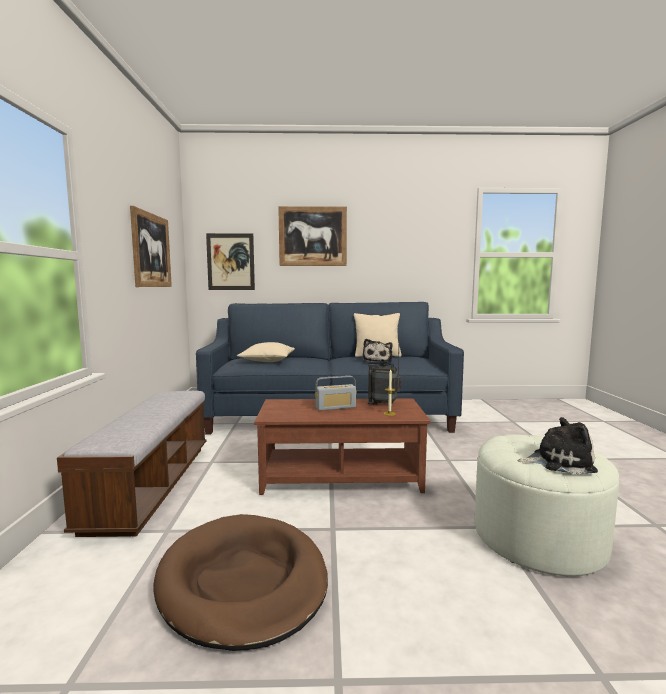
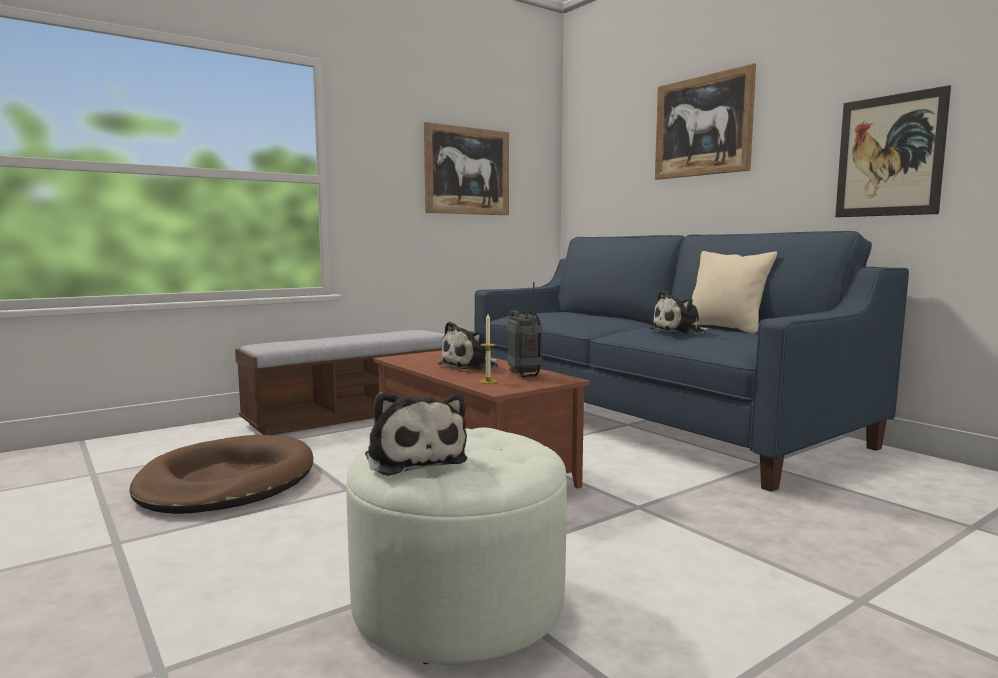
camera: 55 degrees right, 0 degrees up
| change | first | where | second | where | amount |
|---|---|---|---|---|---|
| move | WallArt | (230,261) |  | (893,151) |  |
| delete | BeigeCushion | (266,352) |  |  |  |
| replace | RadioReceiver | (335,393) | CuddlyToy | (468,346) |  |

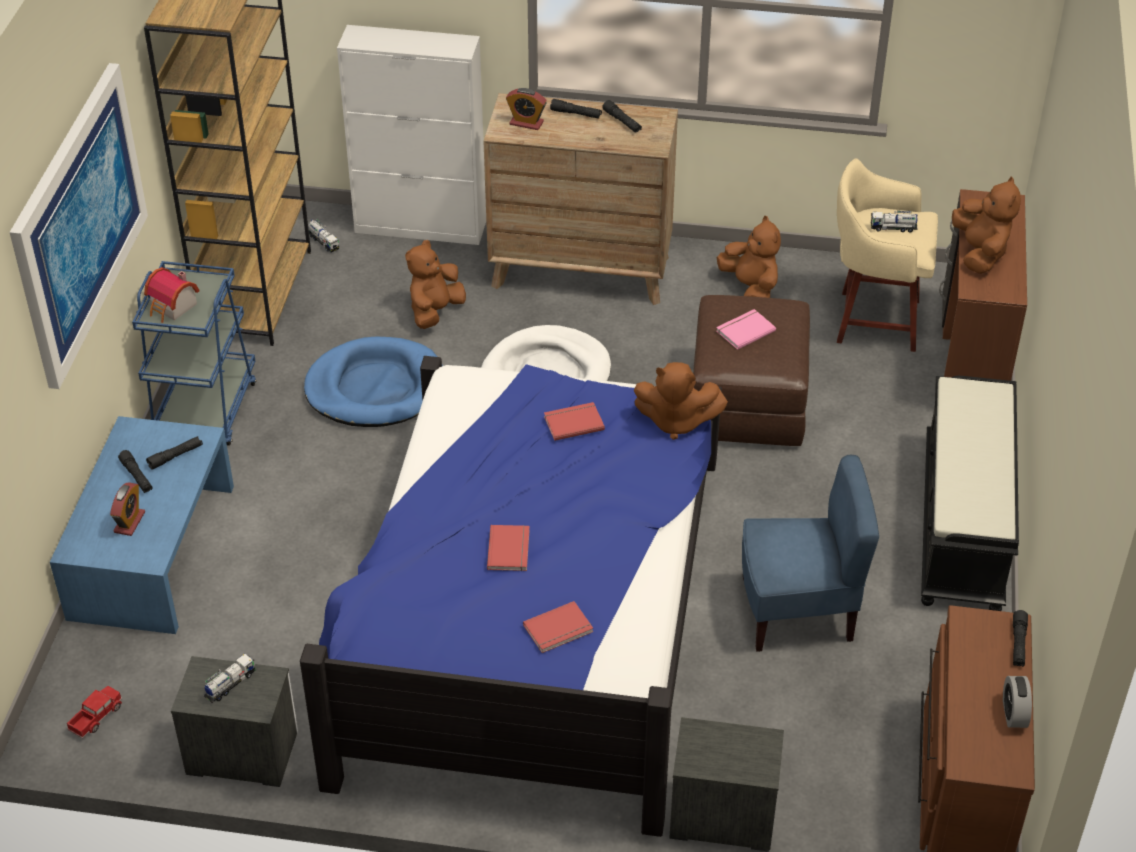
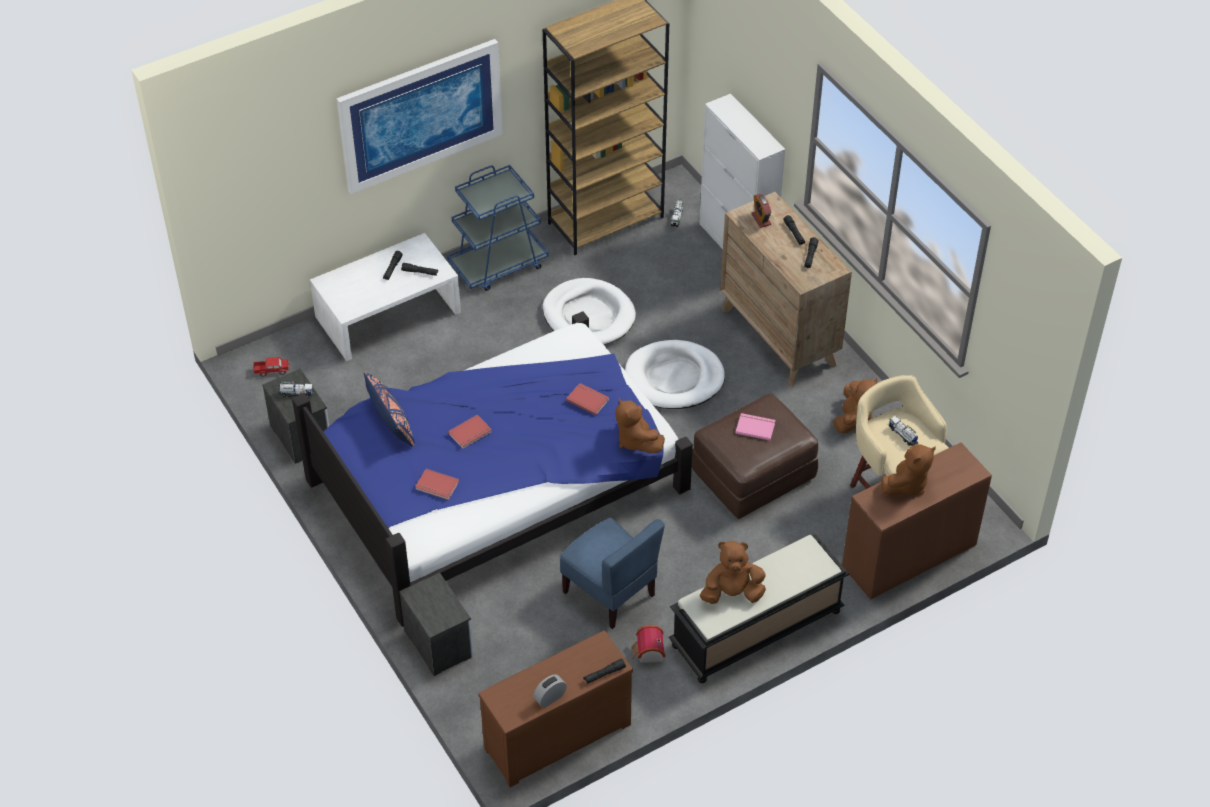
camera: 50 degrees right, 5 degrees up
| change | first | where | second | where | amount |
|---|---|---|---|---|---|
| recolor | BluishLowTable | (142,525) | WhiteColouredLowTable | (385,297) |  |
| delete | AlarmClock | (127,509) |  |  |  |
| move | ModelHouse | (171,295) |  | (648,644) |  |
| recolor | BluishPetBed | (373,382) | WhiteColouredPetBed | (589,311) |  |
| move | BrownCuddlyToy | (435,284) |  | (733,572) |  |
| insert |  |  | BluishCushion | (389,409) |  |

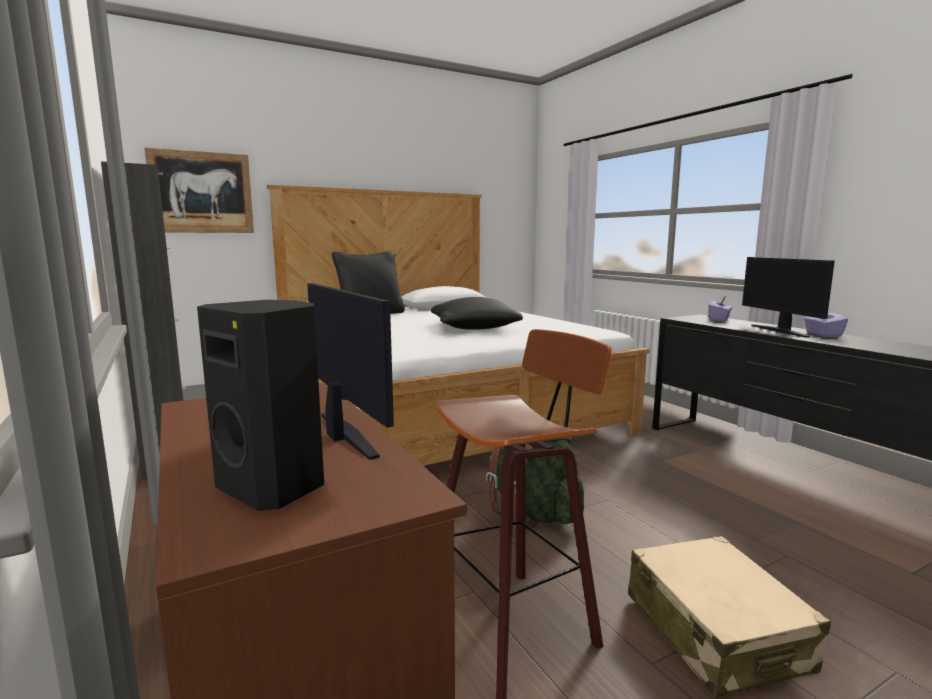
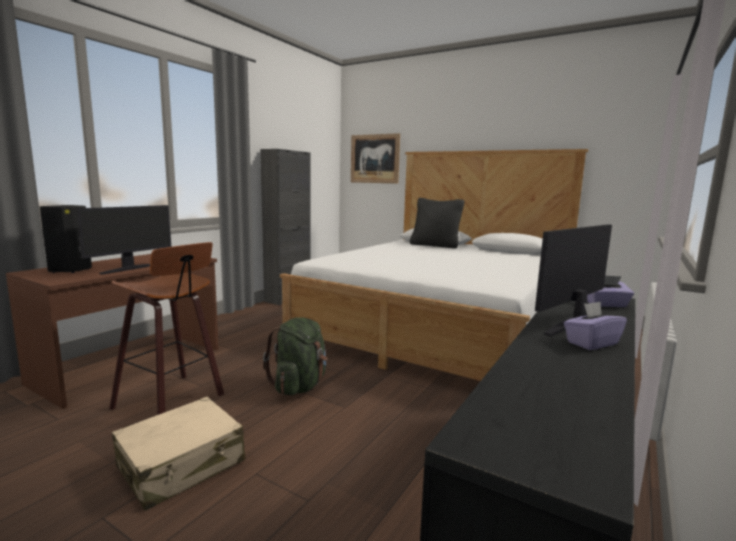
camera: 60 degrees right, 0 degrees up
| change | first | where | second | where | amount |
|---|---|---|---|---|---|
| delete | BlackCushion | (477,313) |  |  |  |

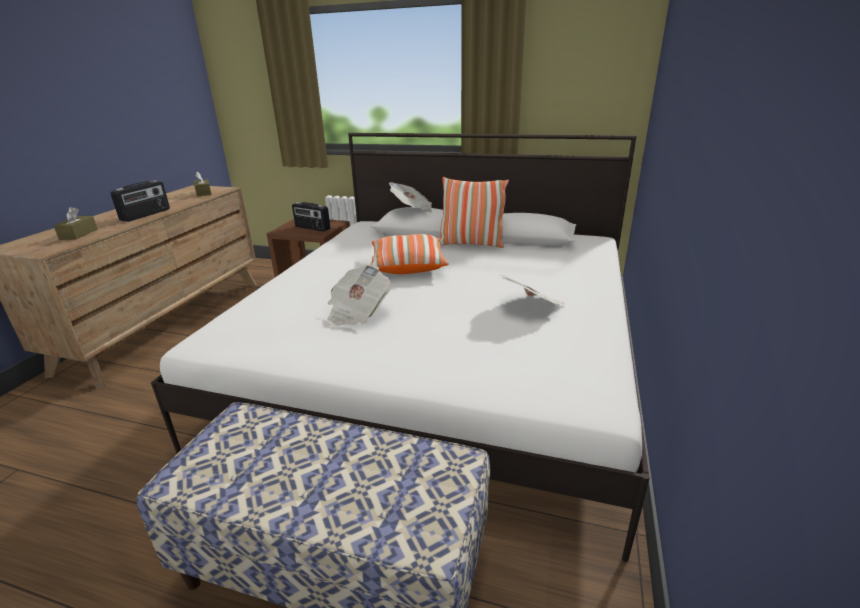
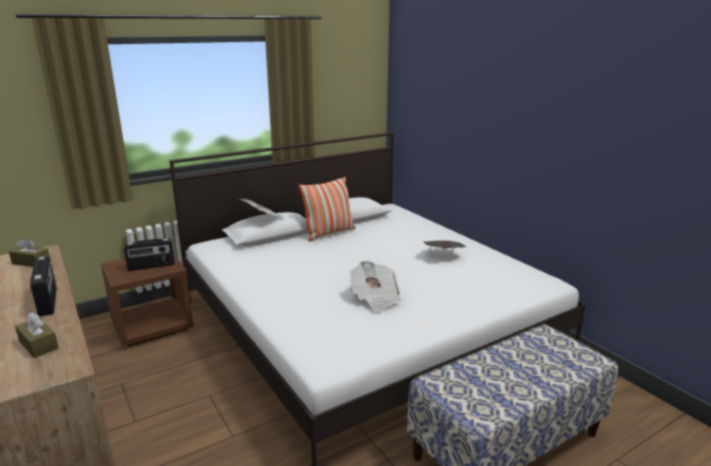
camera: 50 degrees left, 5 degrees down
| change | first | where | second | where | amount |
|---|---|---|---|---|---|
| delete | Cushion | (410,254) |  |  |  |

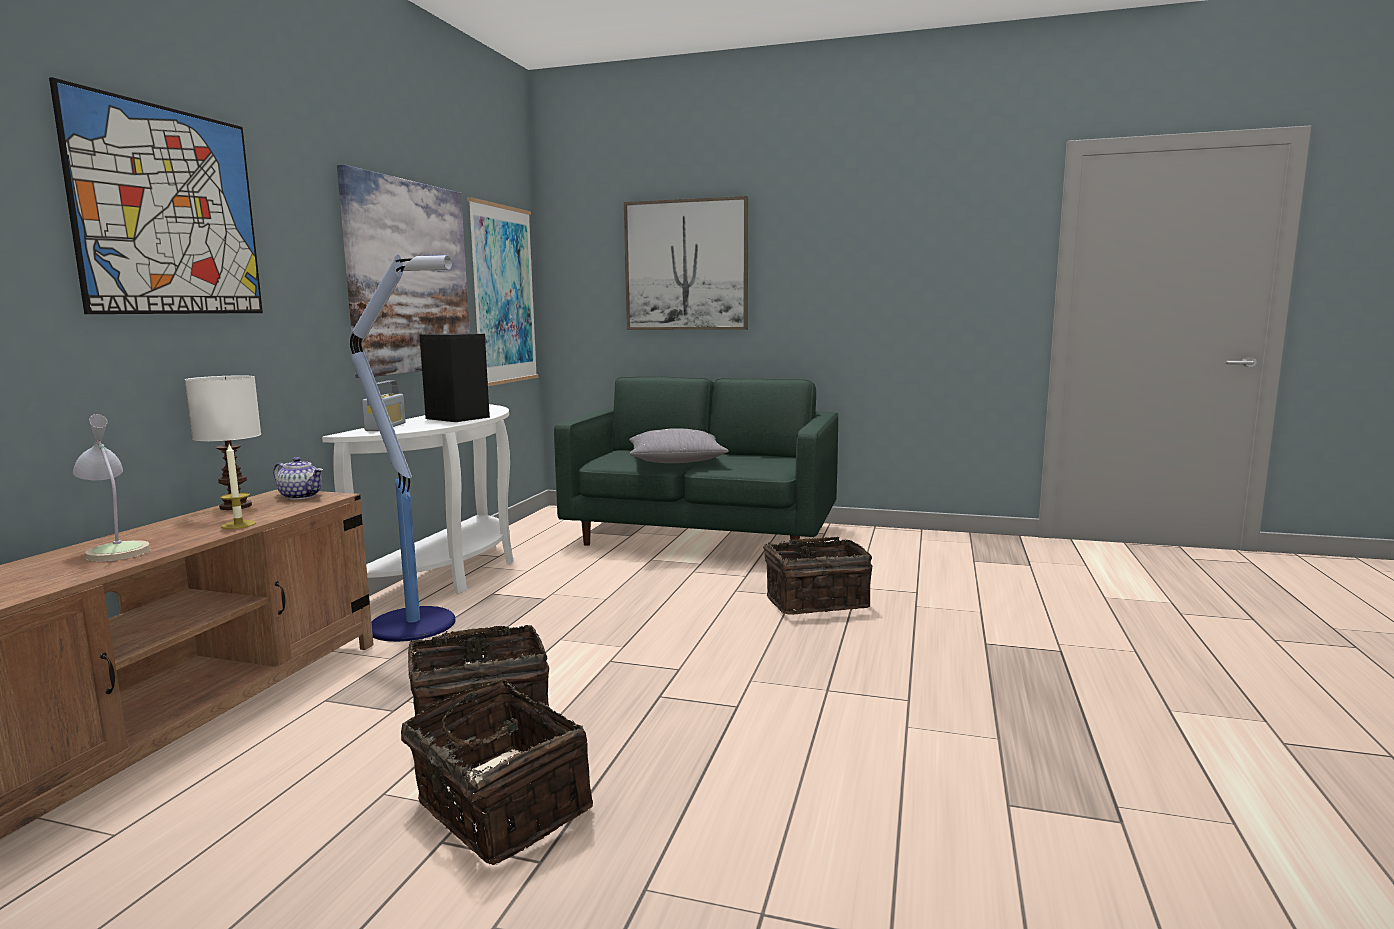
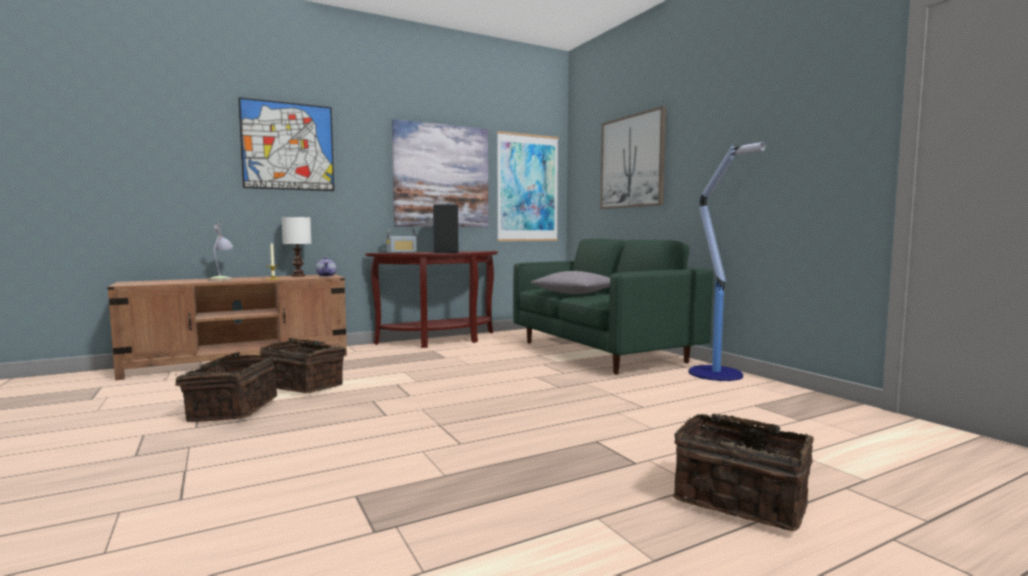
camera: 45 degrees right, 5 degrees down
| change | first | where | second | where | amount |
|---|---|---|---|---|---|
| recolor | WhiteColouredHallTable | (418,499) | BrownHallTable | (431,299) |  |
| move | FloorLamp | (402,448) |  | (727,261) |  |
| move | HouseholdBasket | (817,576) |  | (743,472) |  |

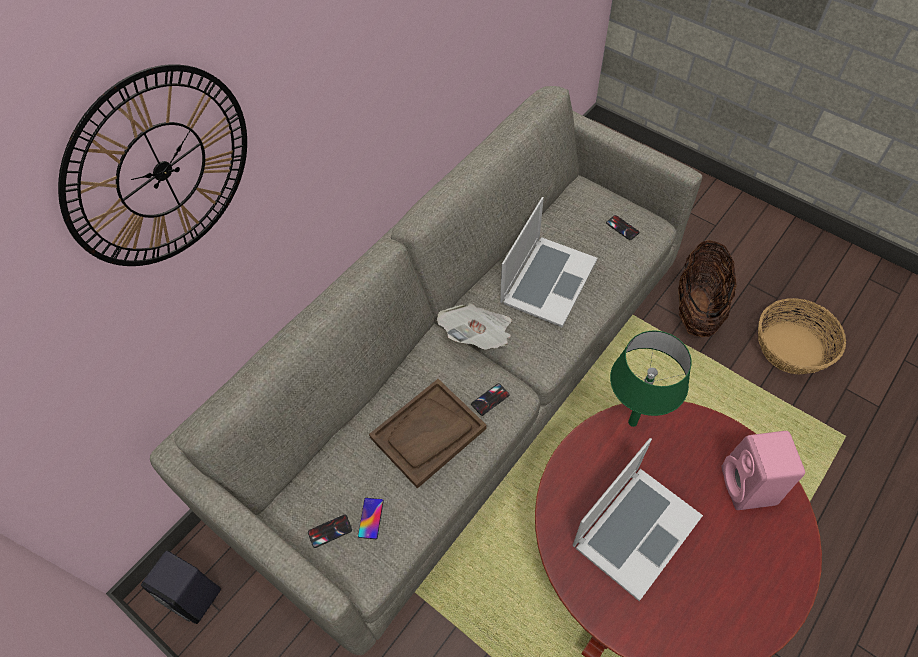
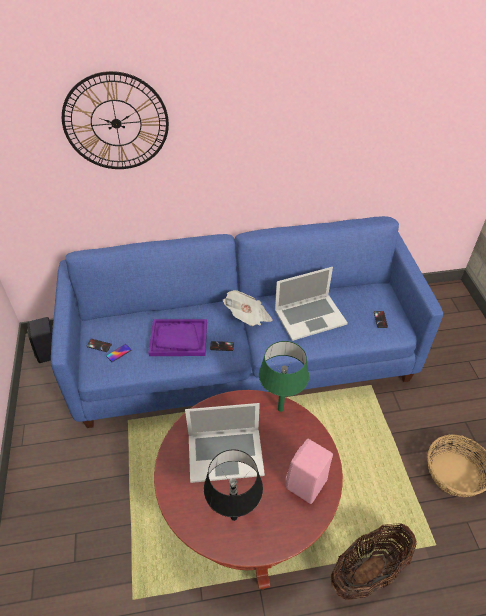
camera: 40 degrees right, 10 degrees down
| change | first | where | second | where | amount |
|---|---|---|---|---|---|
| recolor | GraySettee | (426,370) | BluishSettee | (247,322) |  |
| recolor | BrownServingTray | (428,434) | PurpleServingTray | (177,337) |  |
| move | HouseholdBasket | (707,288) |  | (374,561) |  |
| insert |  |  | BlackTableLamp | (233,485) |  |

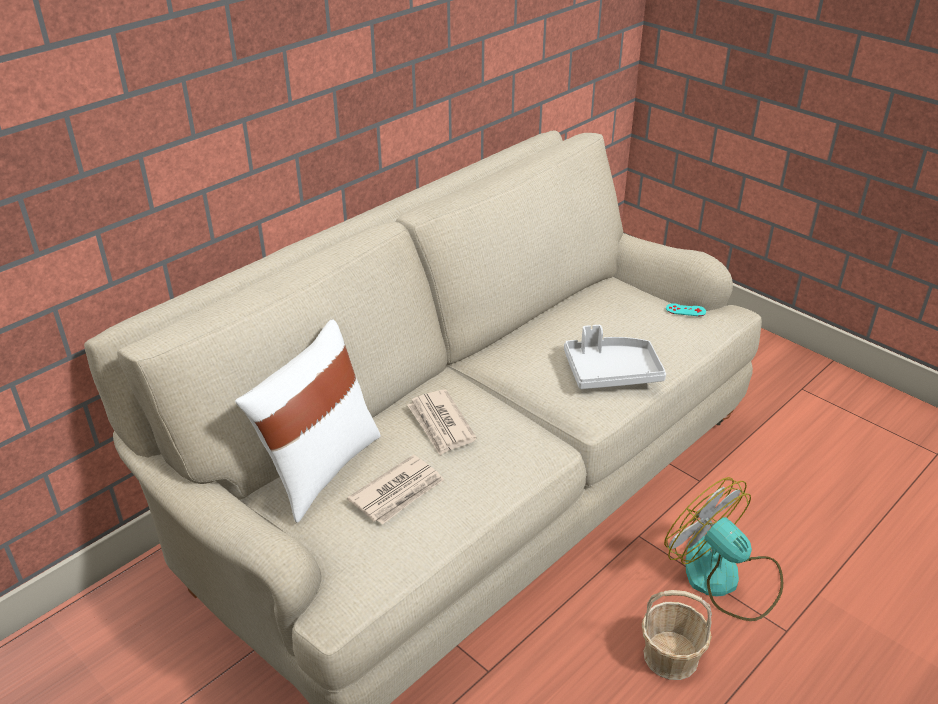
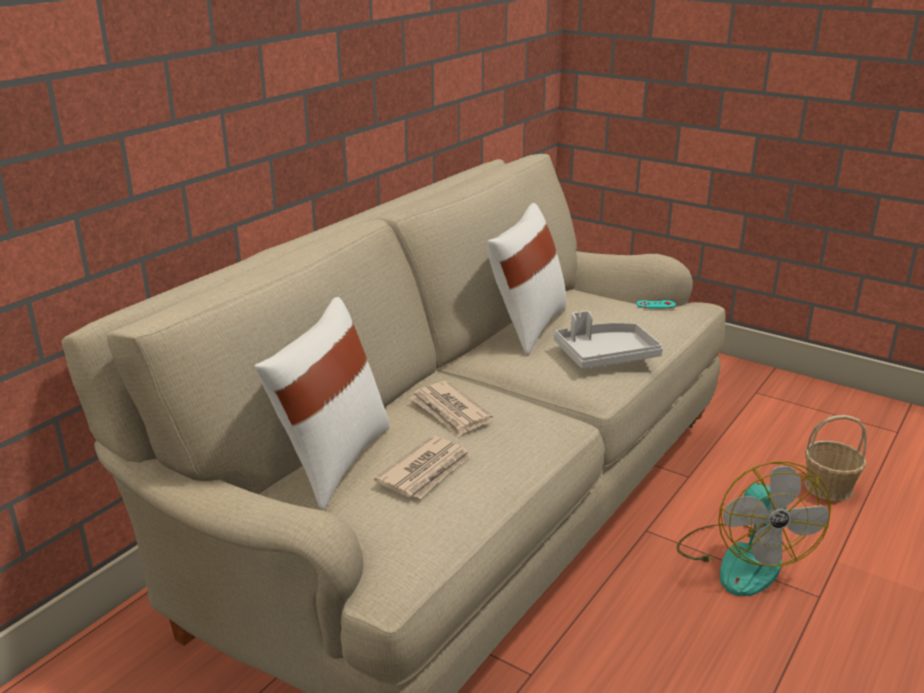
camera: 10 degrees left, 10 degrees down
| change | first | where | second | where | amount |
|---|---|---|---|---|---|
| move | HouseholdBasket | (677,635) |  | (836,458) |  |
| rotate | ElectricFan | (723,549) |  | (753,529) | 135 degrees counterclockwise |
| insert |  |  | WhiteColouredCushion | (527,279) |  |

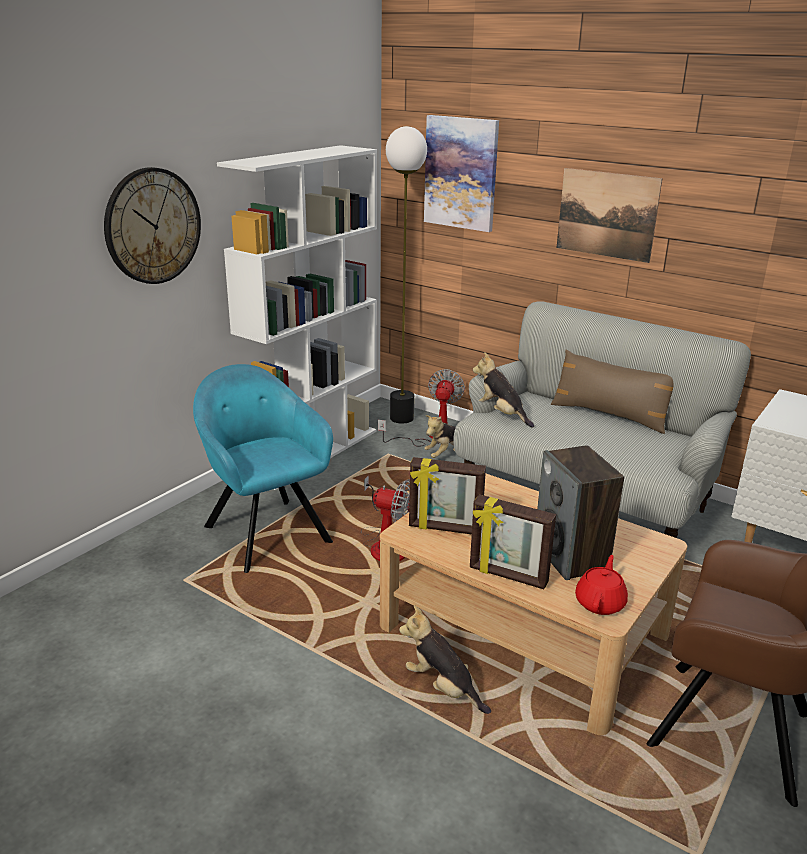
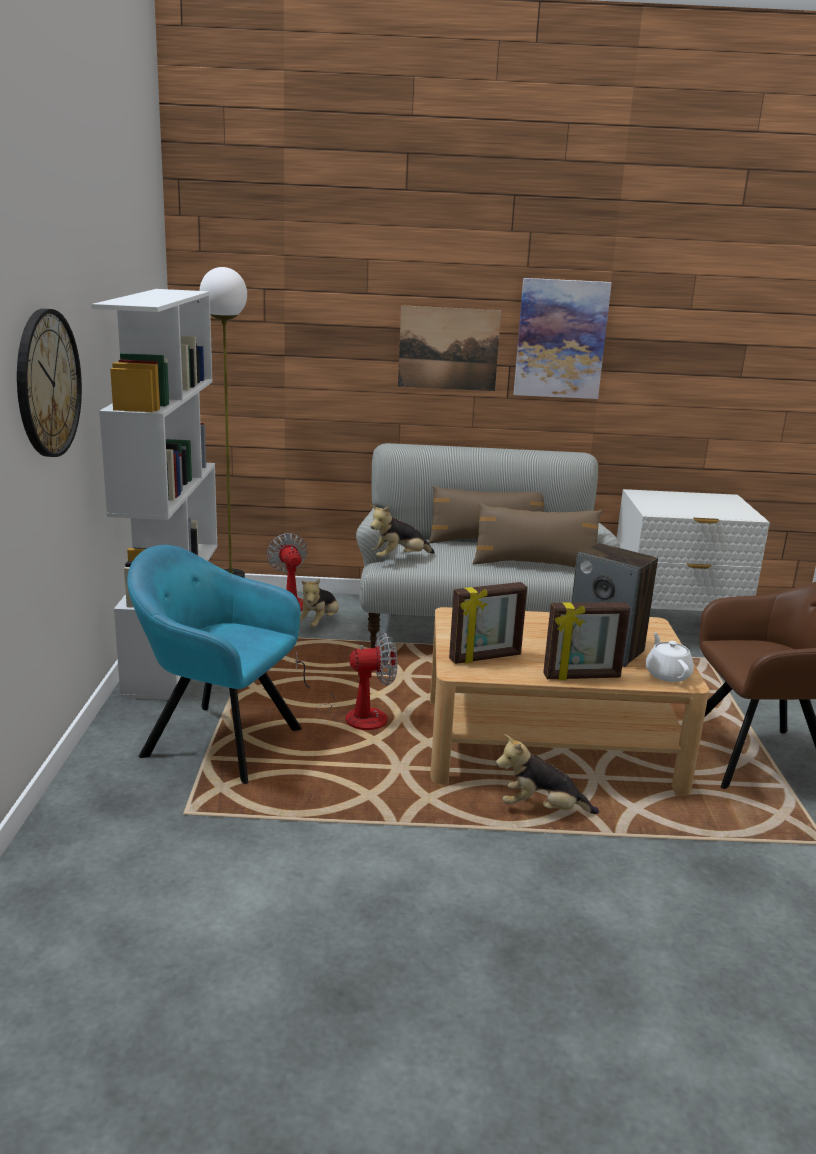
camera: 35 degrees left, 5 degrees down
| change | first | where | second | where | amount |
|---|---|---|---|---|---|
| move | WallArt | (461,173) |  | (563,338) |  |
| rotate | CuddlyToy | (503,390) |  | (403,531) | 45 degrees counterclockwise |
| recolor | RedColouredTeapot | (601,585) | WhiteColouredTeapot | (670,657) |  |
| insert |  |  | BrownCushion | (537,535) |  |

